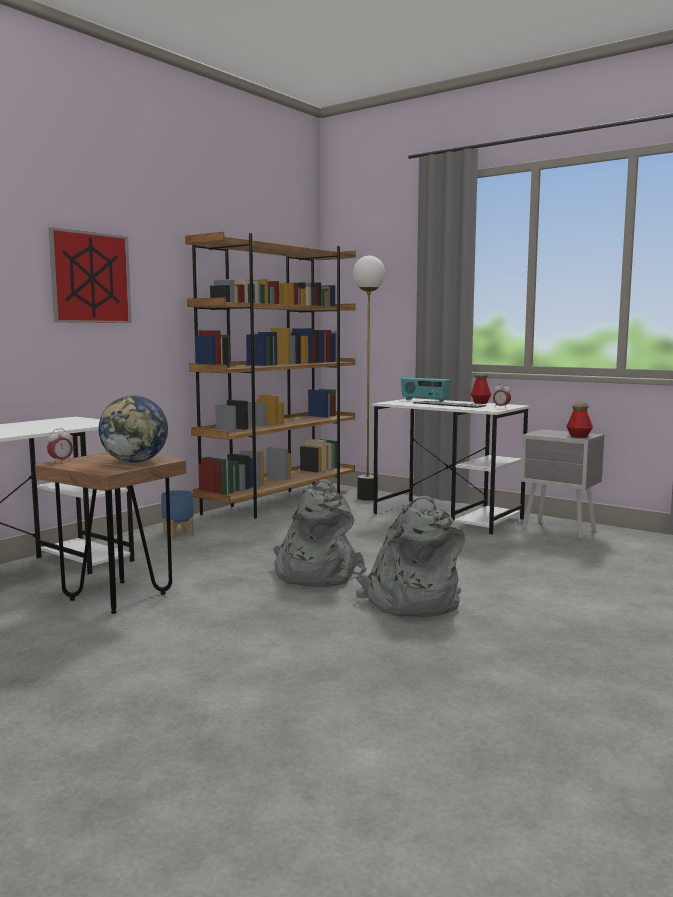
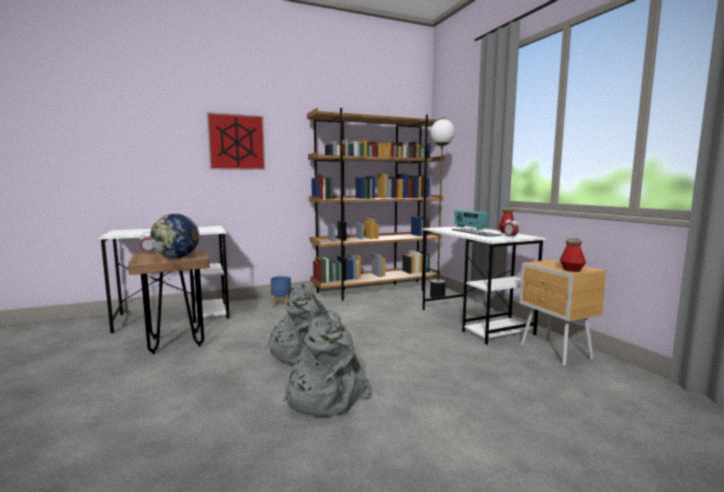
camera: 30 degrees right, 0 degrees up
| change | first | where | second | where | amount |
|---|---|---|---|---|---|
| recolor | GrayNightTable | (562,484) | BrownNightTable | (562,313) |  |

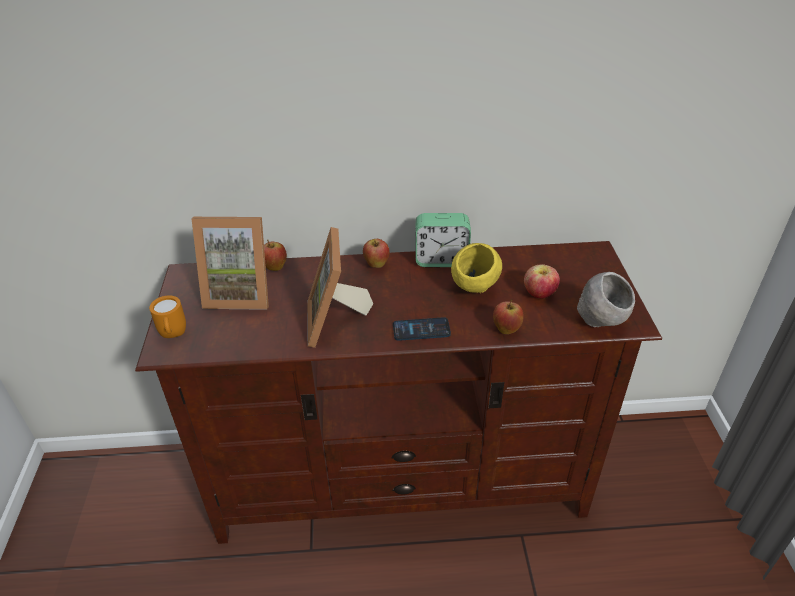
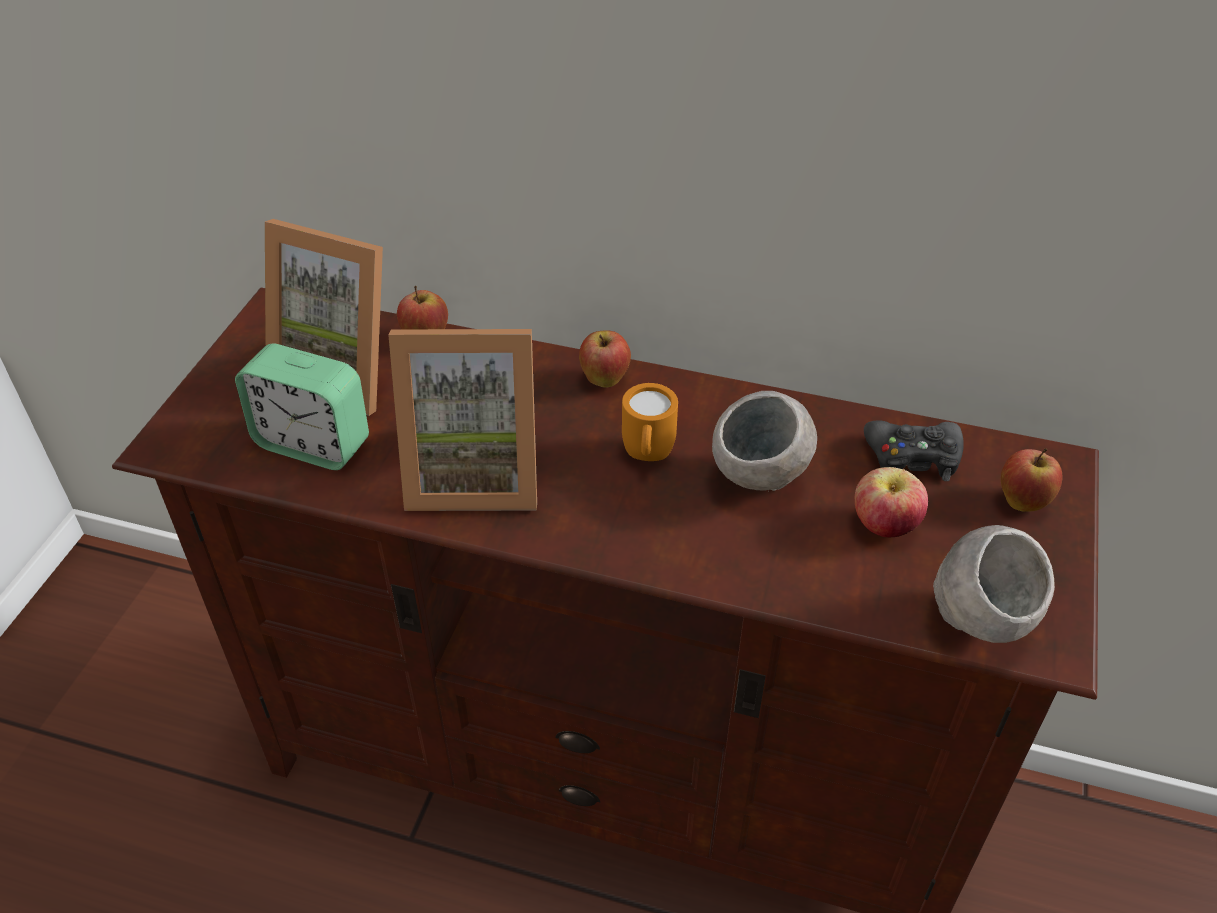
camera: 20 degrees right, 5 degrees up
| change | first | where | second | where | amount |
|---|---|---|---|---|---|
| move | OrangeyCoffeeMug | (167,316) |  | (650,422) |  |
| rotate | StandingFrame | (340,287) |  | (462,420) | 105 degrees counterclockwise |
| delete | Telephone | (422,329) |  |  |  |
| move | AlarmClock | (443,240) |  | (302,406) |  |
| recolor | YellowColouredServingBowl | (476,268) | GrayServingBowl | (764,441) |  |
| move | WholeApple | (508,316) |  | (1032,480) |  |
| insert |  |  | BlackGameController | (914,450) |  |

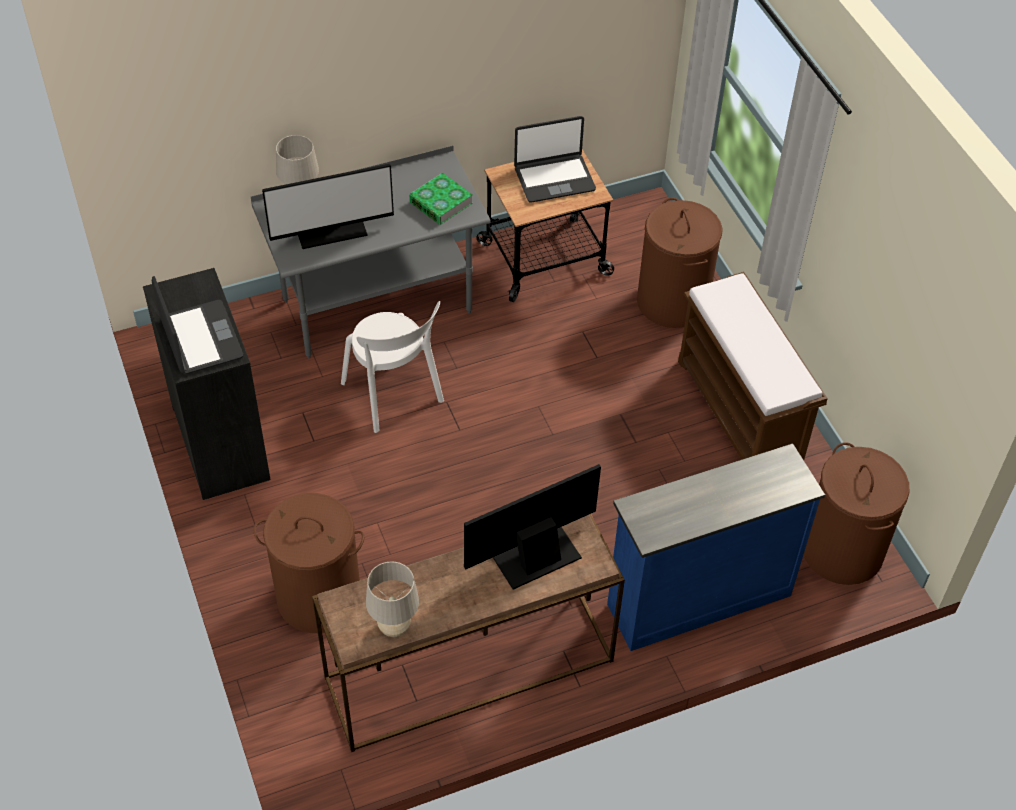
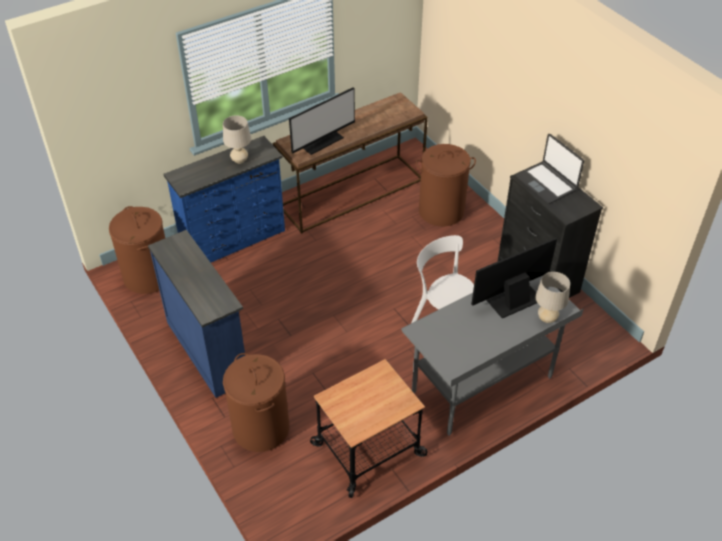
camera: 170 degrees right, 5 degrees down
| change | first | where | second | where | amount |
|---|---|---|---|---|---|
| move | BeigeTableLamp | (392,599) |  | (237,140) |  |
| delete | BoundBook | (441,198) |  |  |  |
| delete | NotebookComputer | (555,159) |  |  |  |
| replace | BrownBench | (753,366) | BluishDrawerChest | (196,314) |  |

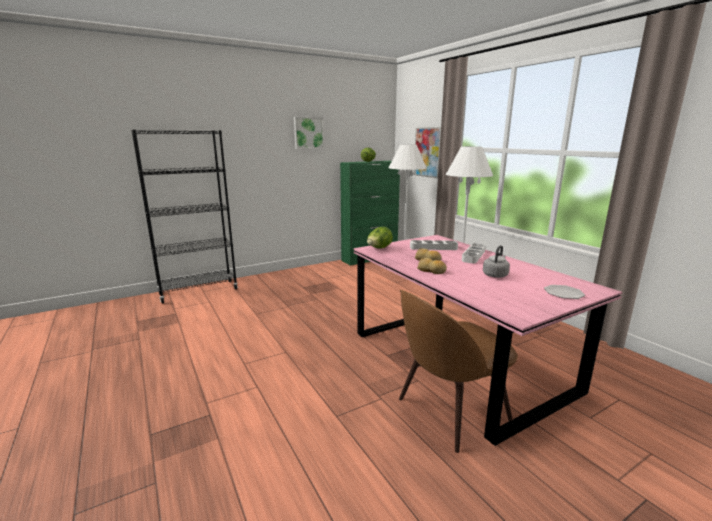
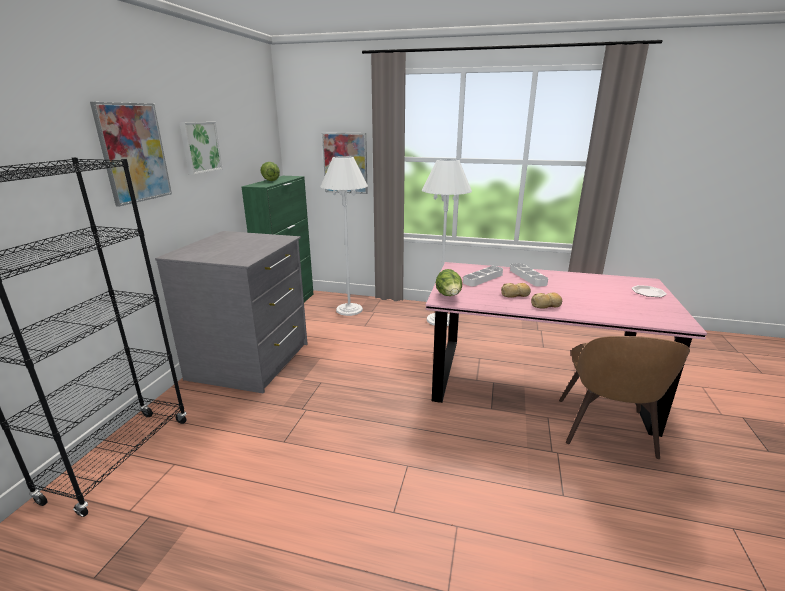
camera: 45 degrees left, 5 degrees up
| change | first | where | second | where | amount |
|---|---|---|---|---|---|
| delete | GrayKettle | (496,261) |  |  |  |
| insert |  |  | WallArt | (131,154) |  |
| insert |  |  | GrayDrawerChest | (231,312) |  |

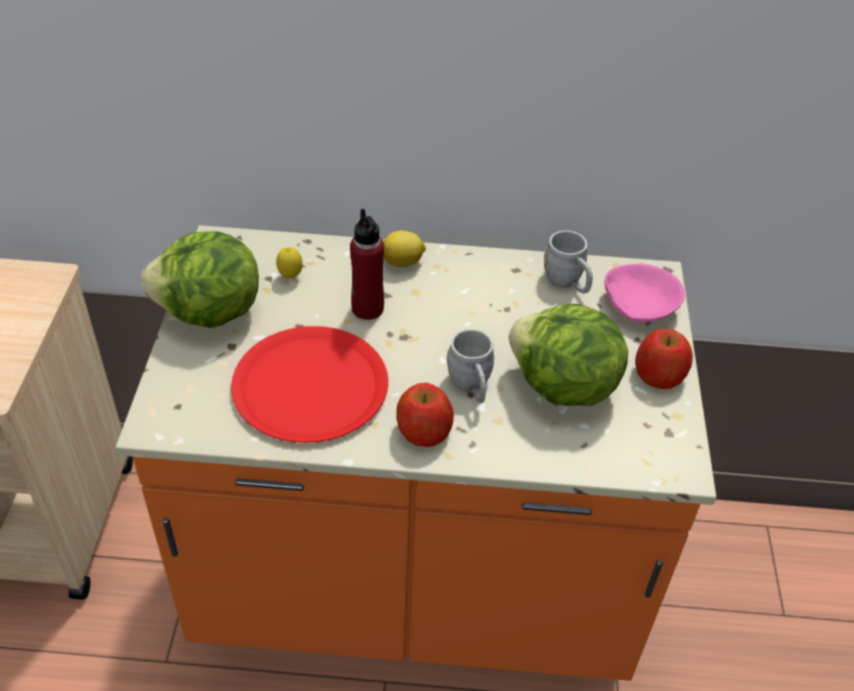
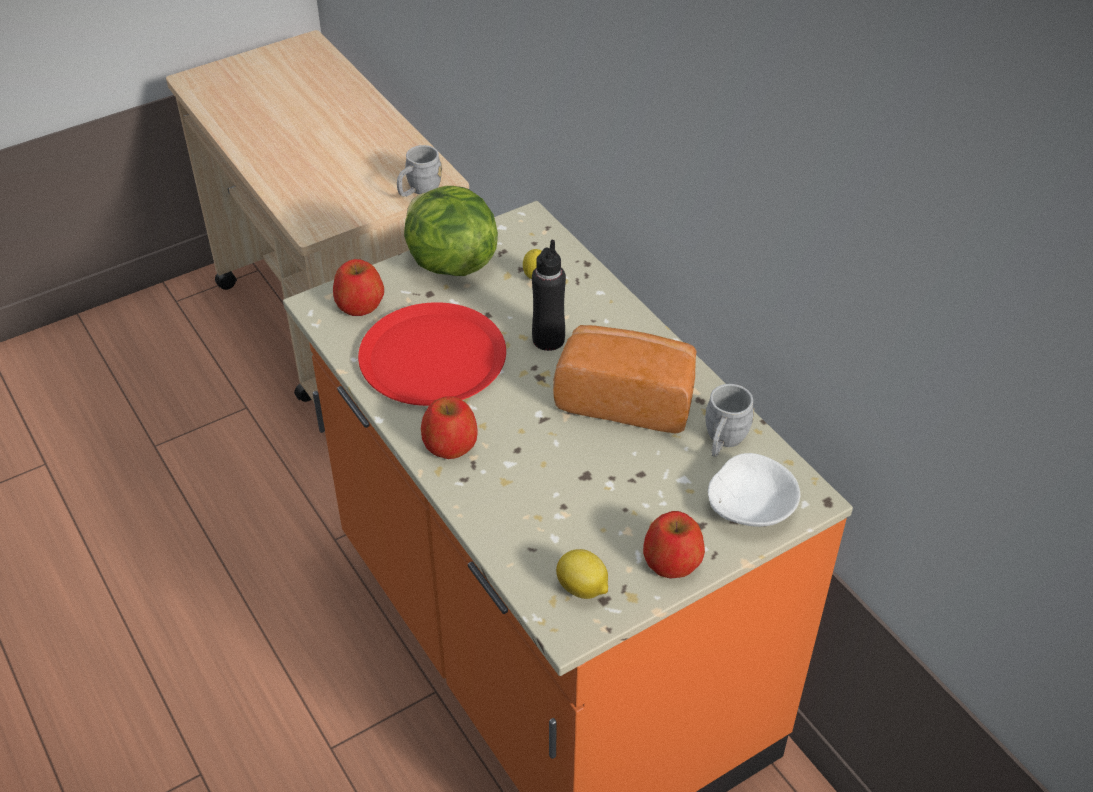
camera: 55 degrees right, 0 degrees up
| change | first | where | second | where | amount |
|---|---|---|---|---|---|
| recolor | RedColouredBeverageBottle | (367,264) | BlackBeverageBottle | (549,295) |  |
| move | WholeLemon | (404,248) |  | (582,574) |  |
| move | GrayCoffeeMug | (470,366) |  | (419,171) |  |
| delete | LettuceHead | (568,355) |  |  |  |
| recolor | PinkServingBowl | (645,293) | WhiteColouredServingBowl | (754,490) |  |
| insert |  |  | WholeApple | (358,287) |  |
| insert |  |  | Bread | (625,379) |  |

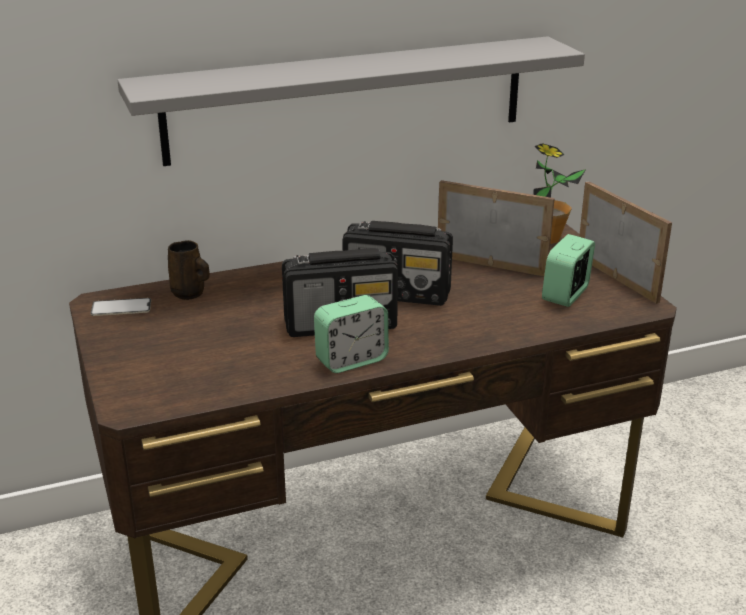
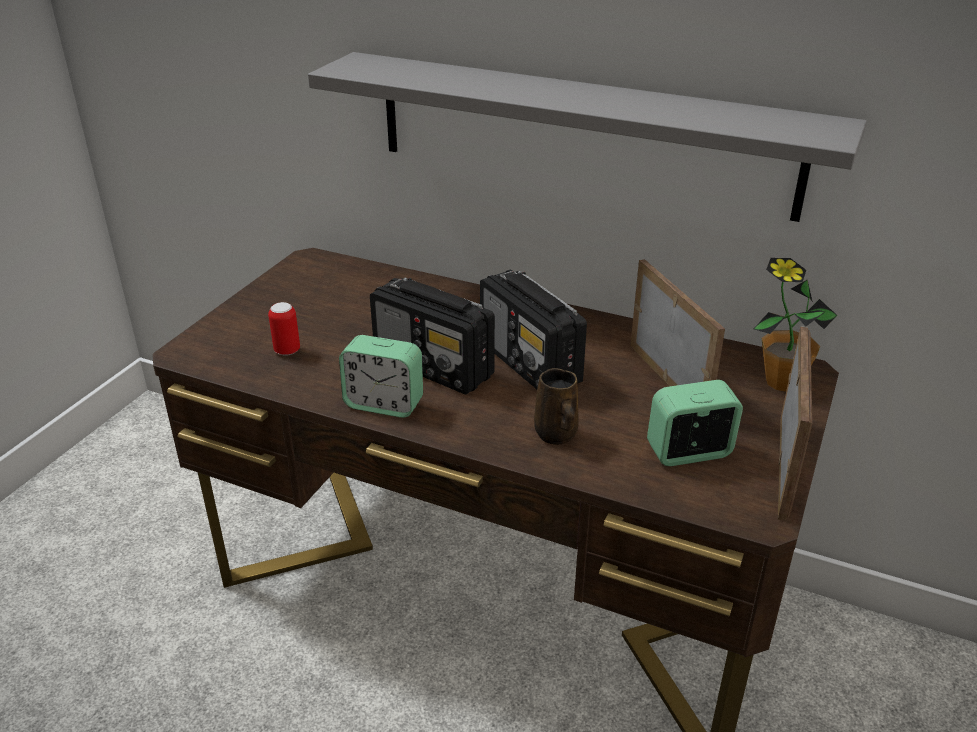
camera: 45 degrees right, 5 degrees up
| change | first | where | second | where | amount |
|---|---|---|---|---|---|
| delete | Telephone | (120,307) |  |  |  |
| move | BrownCoffeeMug | (189,270) |  | (556,406) |  |
| insert |  |  | SealedCan | (284,329) |  |

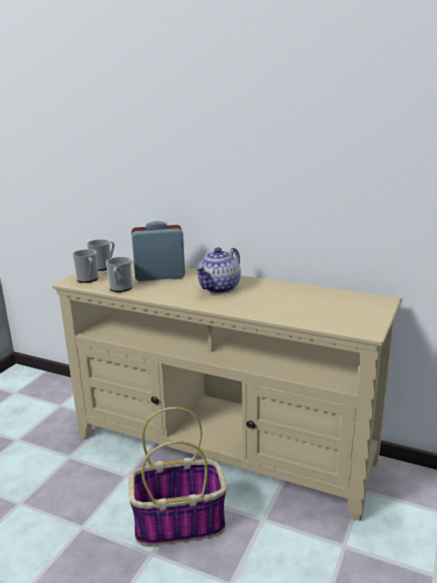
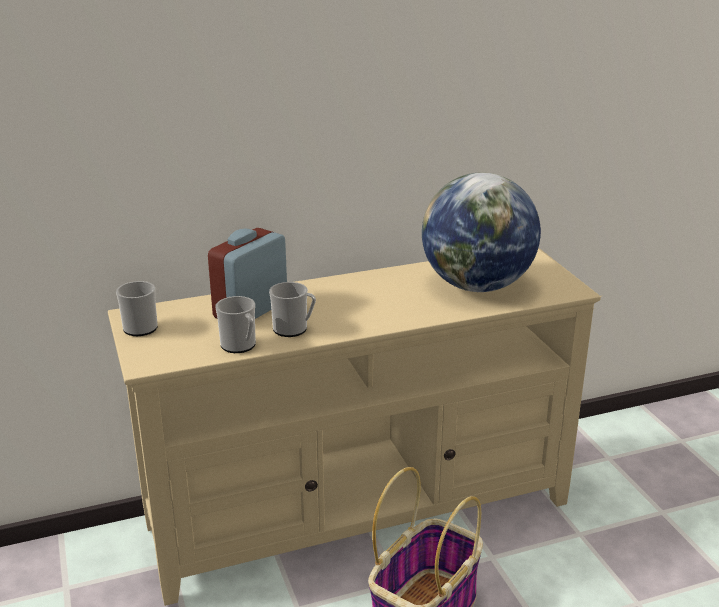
camera: 45 degrees left, 5 degrees up
| change | first | where | second | where | amount |
|---|---|---|---|---|---|
| move | CoffeeMug | (85,266) |  | (292,309) |  |
| delete | Teapot | (218,270) |  |  |  |
| insert |  |  | WorldGlobe | (481,232) |  |

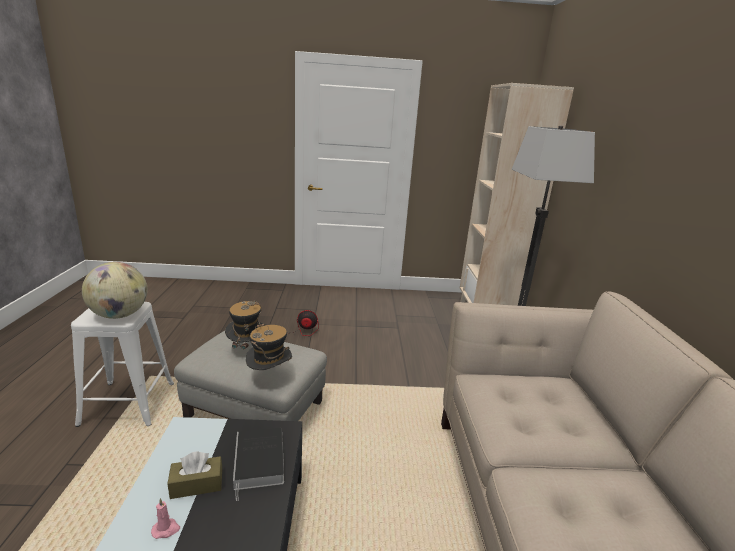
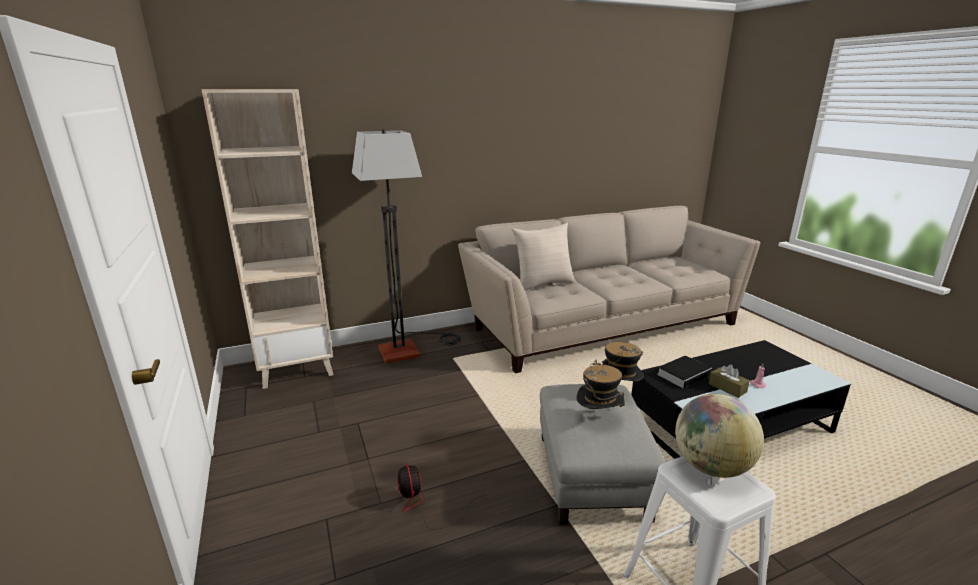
camera: 110 degrees left, 0 degrees up
| change | first | where | second | where | amount |
|---|---|---|---|---|---|
| insert |  |  | BeigeCushion | (544,256) |  |

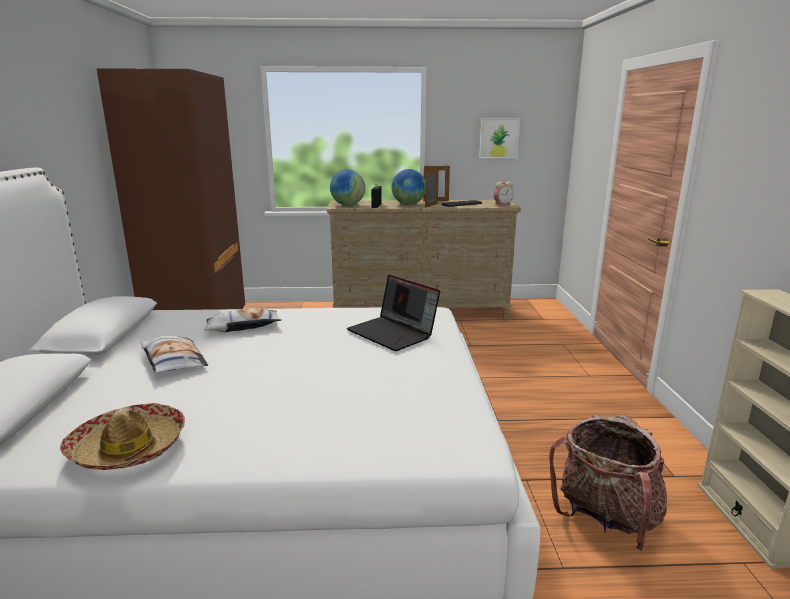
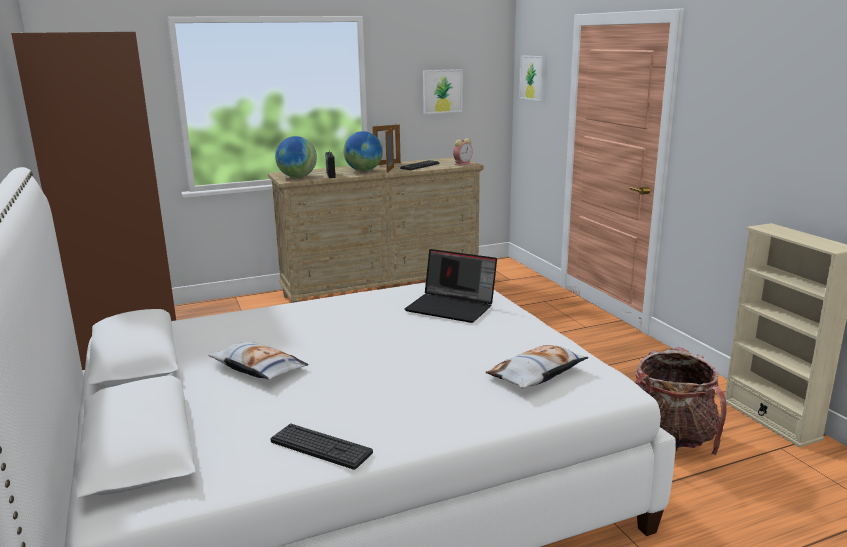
camera: 20 degrees left, 0 degrees up
| change | first | where | second | where | amount |
|---|---|---|---|---|---|
| replace | ClothingHat | (122,436) | PcKeyboard | (322,446) |  |
| move | Cushion | (242,319) |  | (537,367) |  |
| insert |  |  | WallArt | (532,78) |  |

